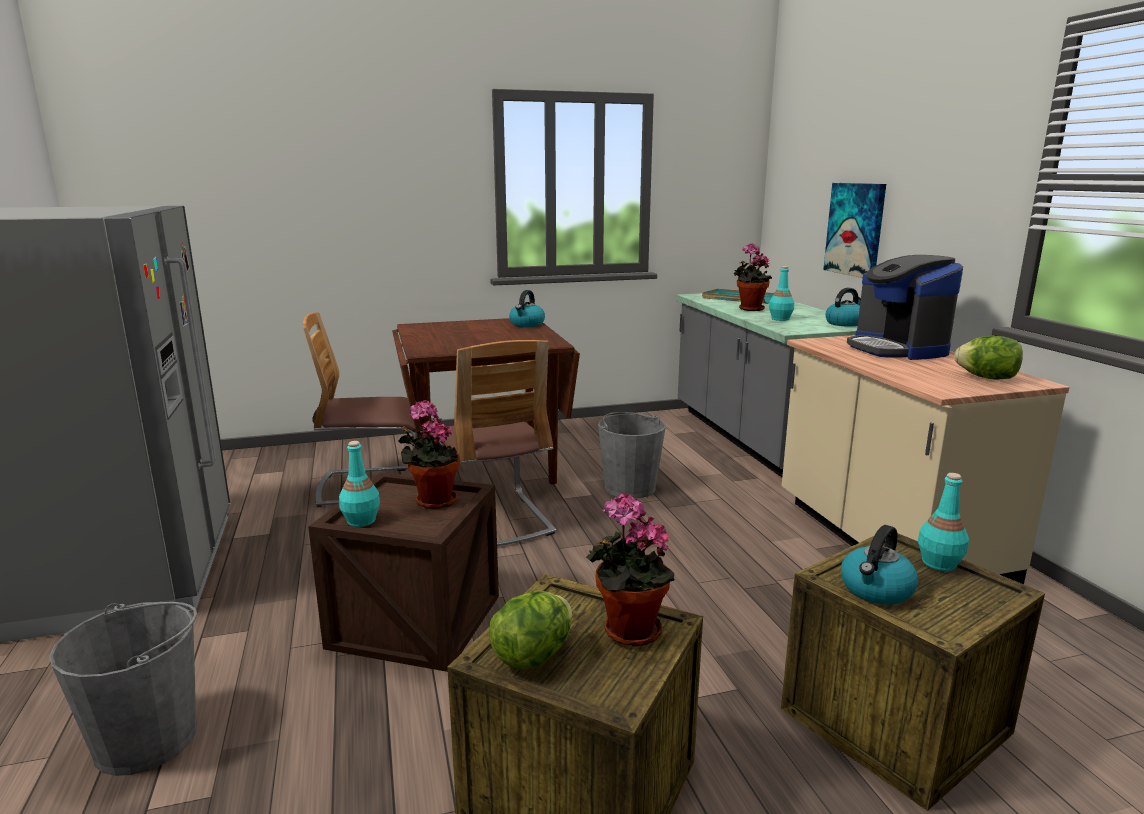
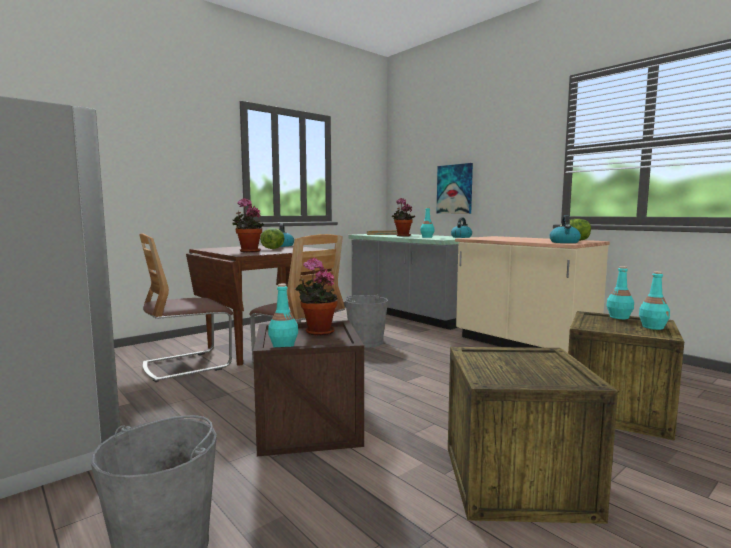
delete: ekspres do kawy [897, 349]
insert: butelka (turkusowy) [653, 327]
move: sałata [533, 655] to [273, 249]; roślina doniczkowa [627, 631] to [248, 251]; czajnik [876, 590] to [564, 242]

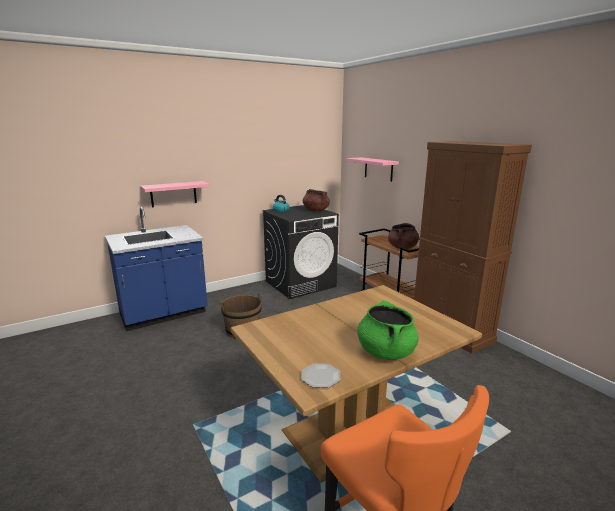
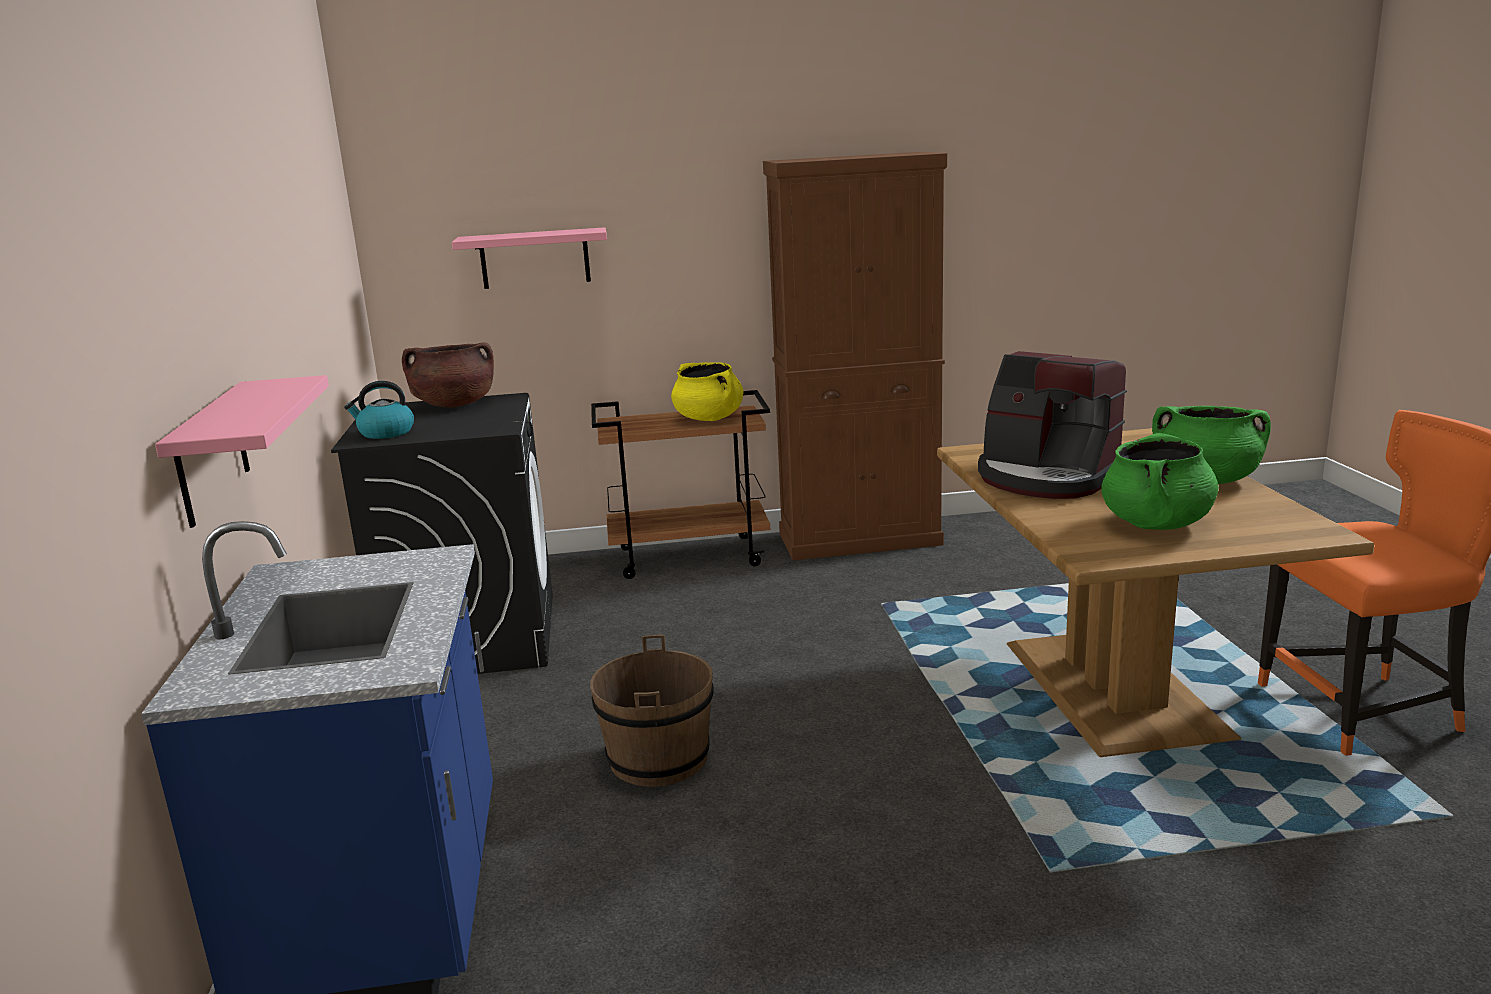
delete: talerz [320, 377]
insert: ekspres do kawy [1047, 477]; garnek (zielony) [1156, 524]
recolor: garnek (brązowy) [402, 247] to garnek (żółty) [709, 418]

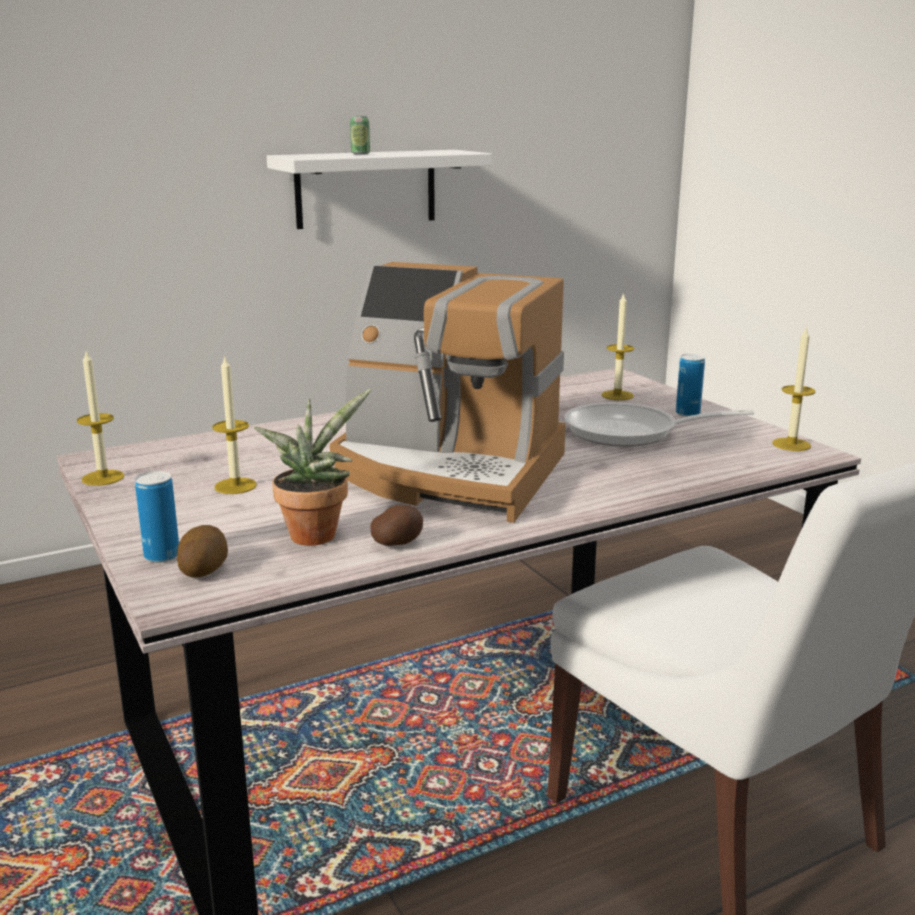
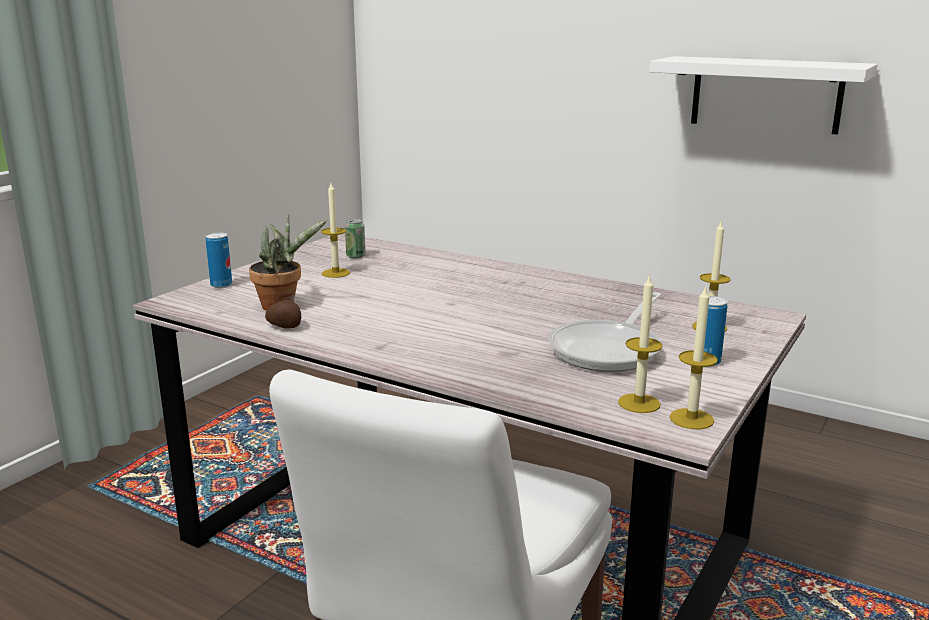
delete: ziemniak [203, 569]; ekspres do kawy [449, 472]
move: świeca [103, 478] to [639, 403]; puszka [360, 154] to [356, 256]
rotate: patelnia [631, 432] = [610, 349] 120 degrees counterclockwise

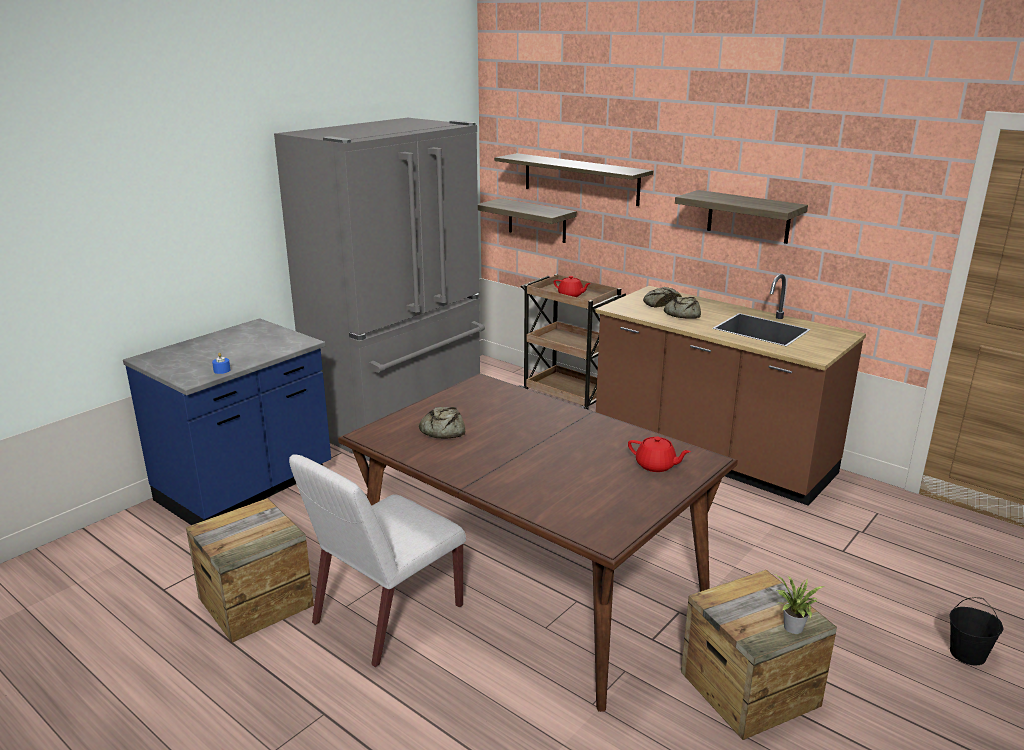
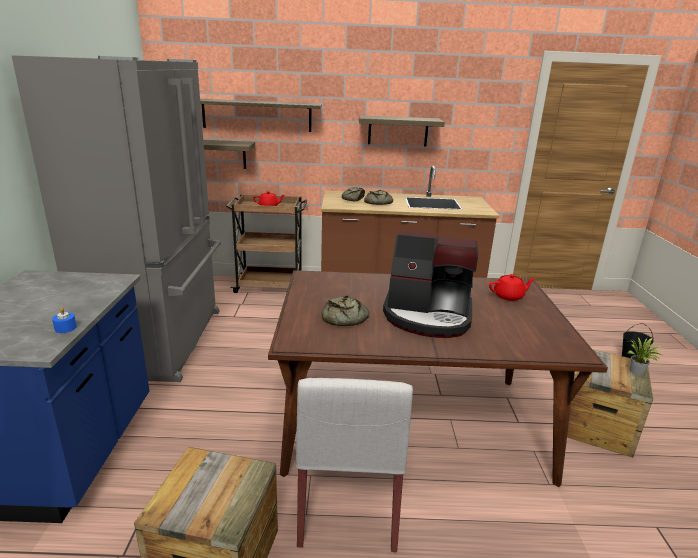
insert: ekspres do kawy [428, 316]

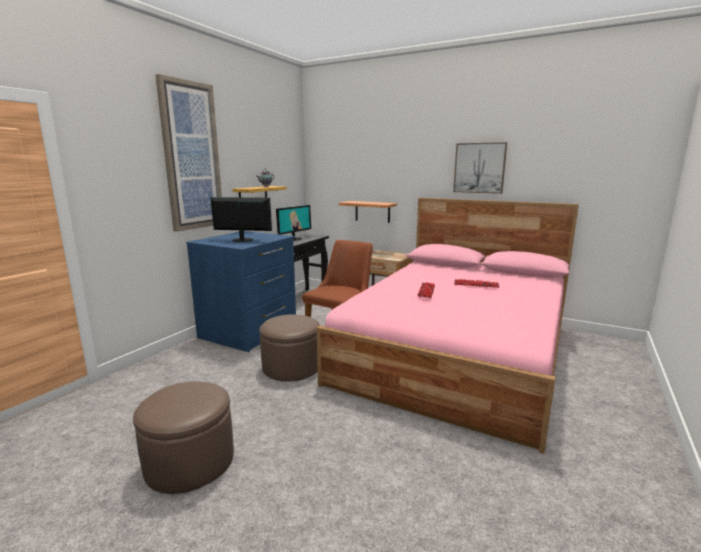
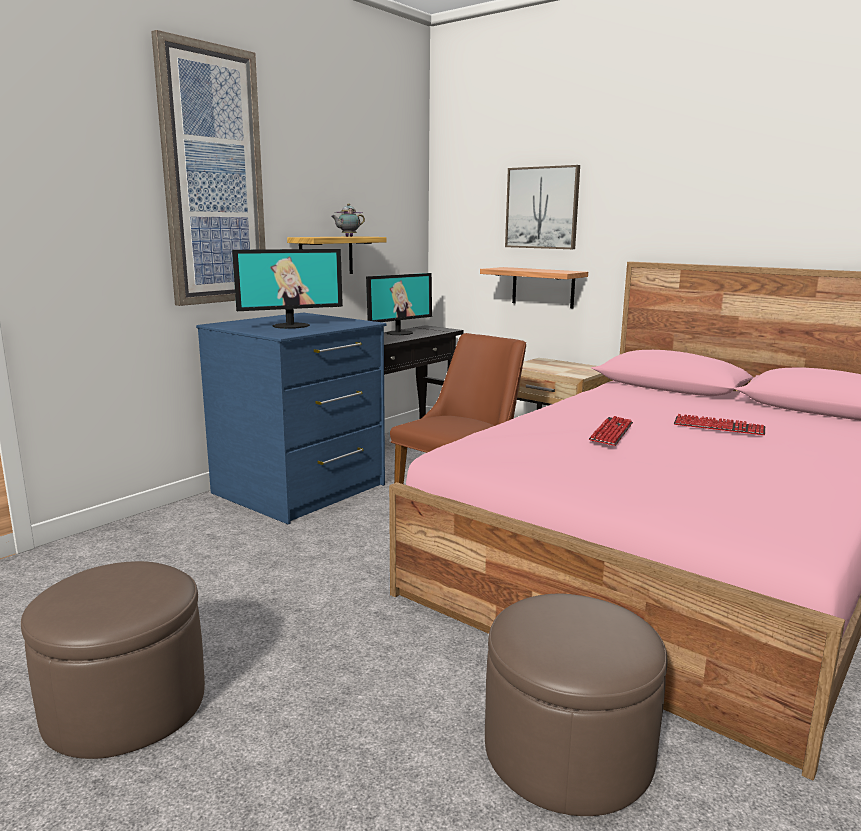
move: pufa (brązowy) [291, 367] to [568, 750]; obraz [479, 168] to [542, 208]
rotate: monitor [242, 240] = [291, 326] 135 degrees clockwise

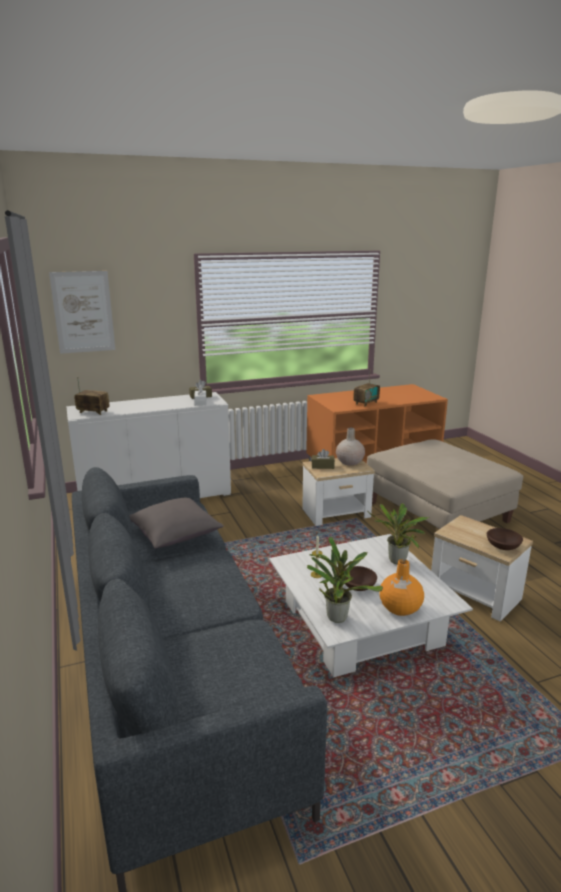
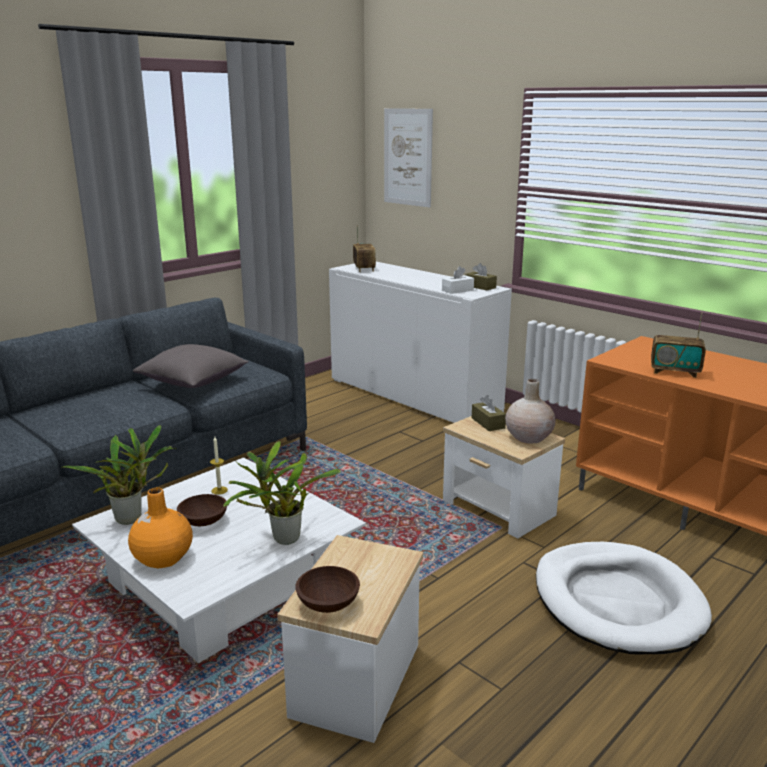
replace: pufa (beżowy) [436, 512] to legowisko (biały) [617, 602]

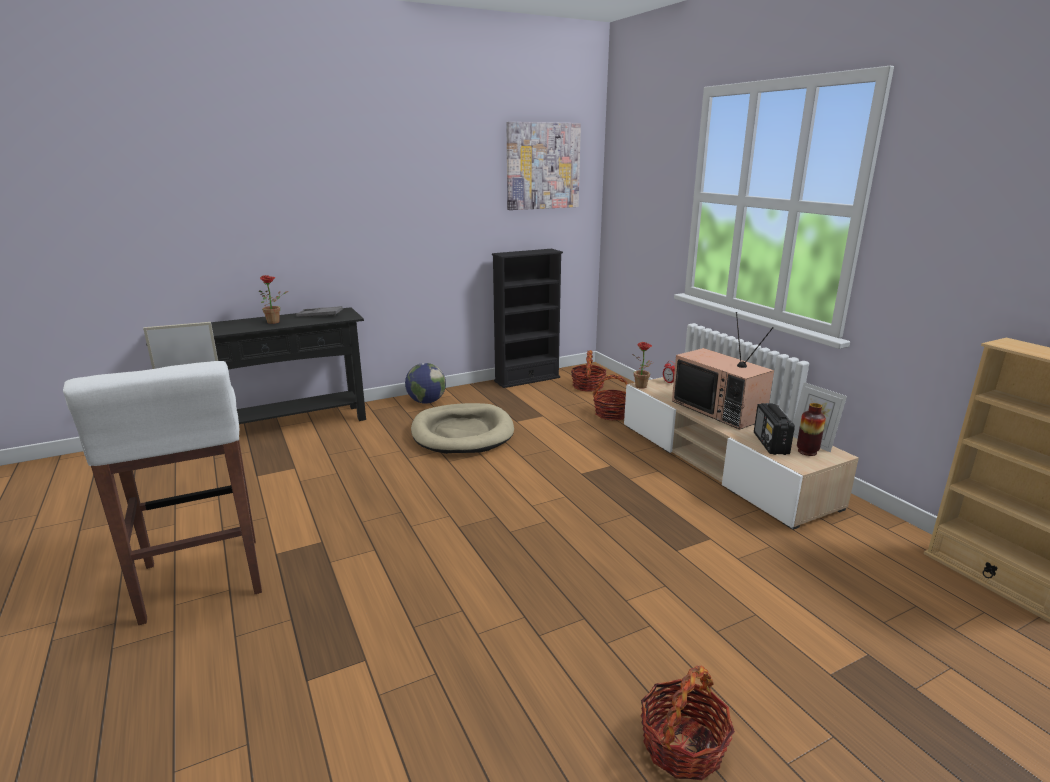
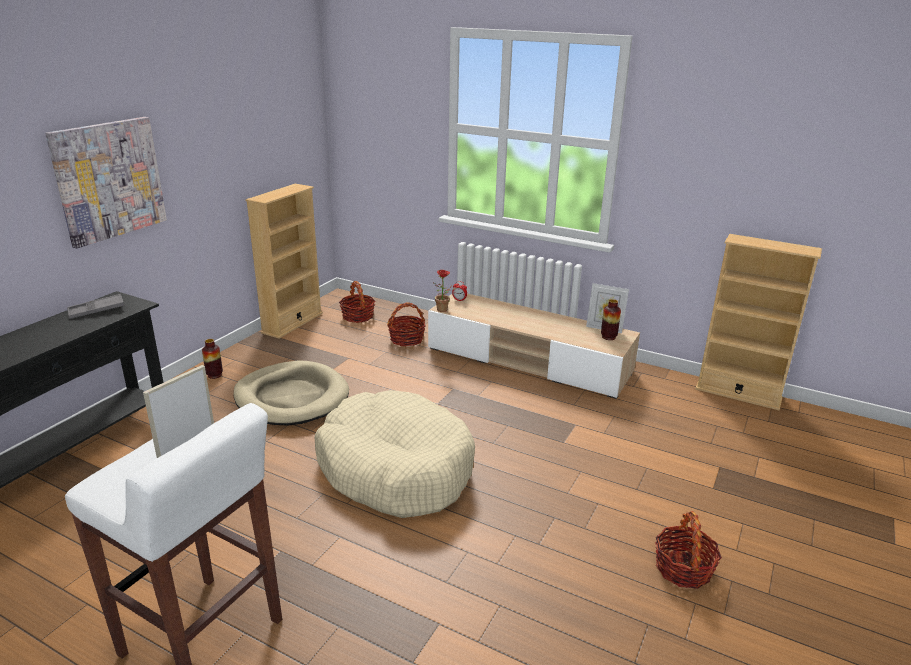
delete: roślina doniczkowa [276, 322]; telewizor [720, 410]; radio [770, 444]
insert: legowisko (beżowy) [395, 469]
move: obraz [542, 166] to [109, 180]
replace: globus [426, 402] to wazon [214, 375]
recolor: regał (czarny) [527, 379] to regał (beżowy) [292, 323]

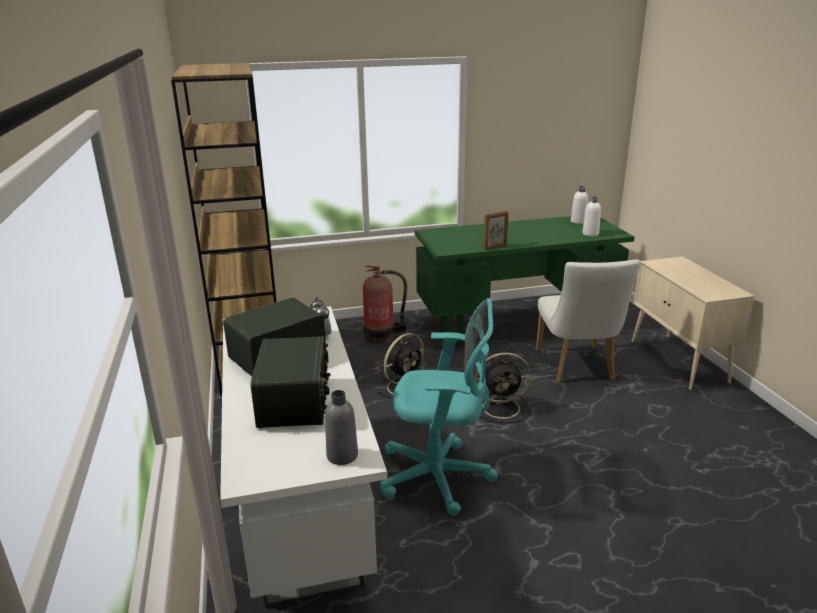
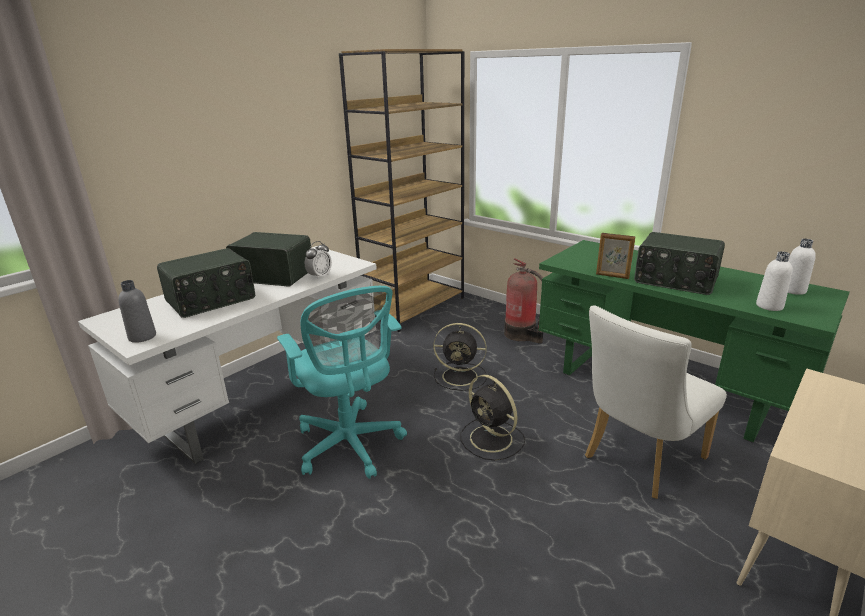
insert: radio [675, 281]

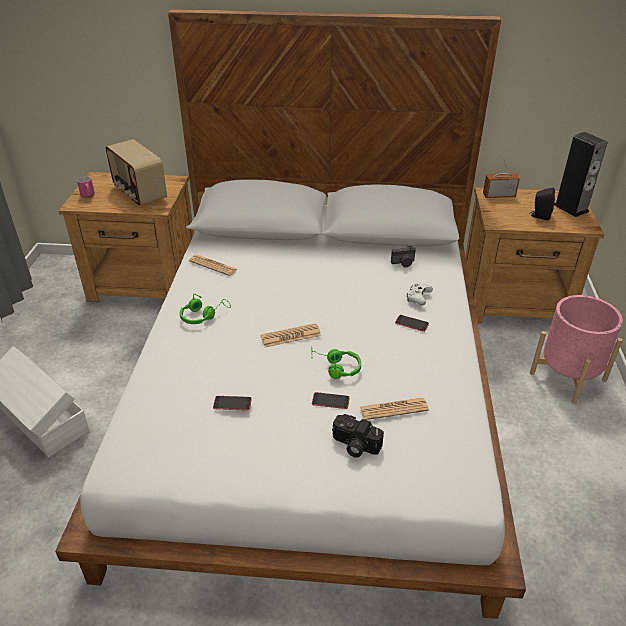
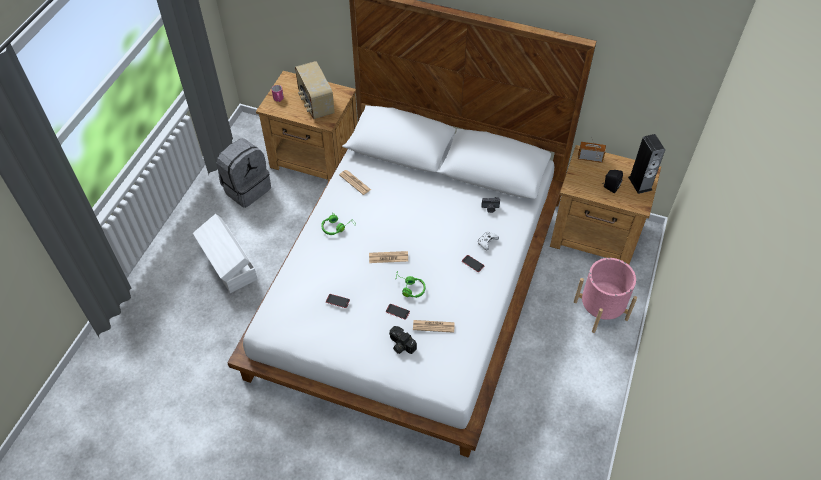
insert: plecak (szary) [246, 188]

